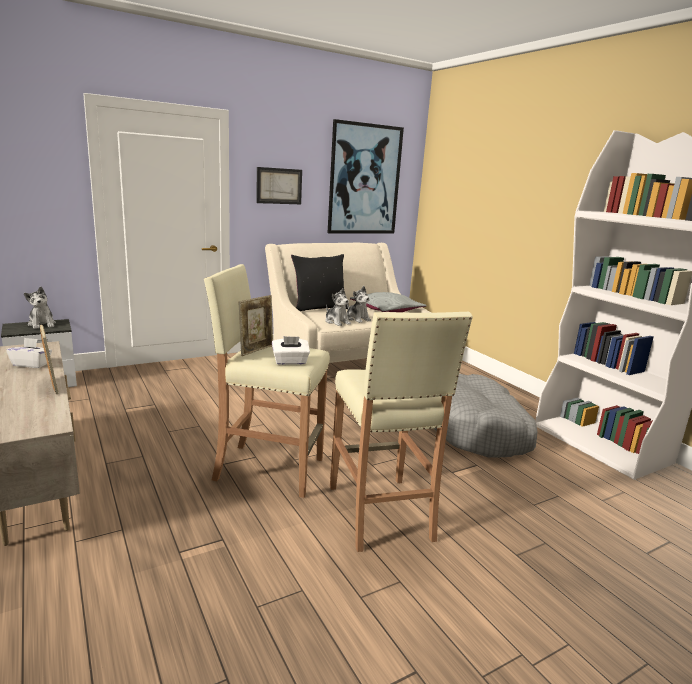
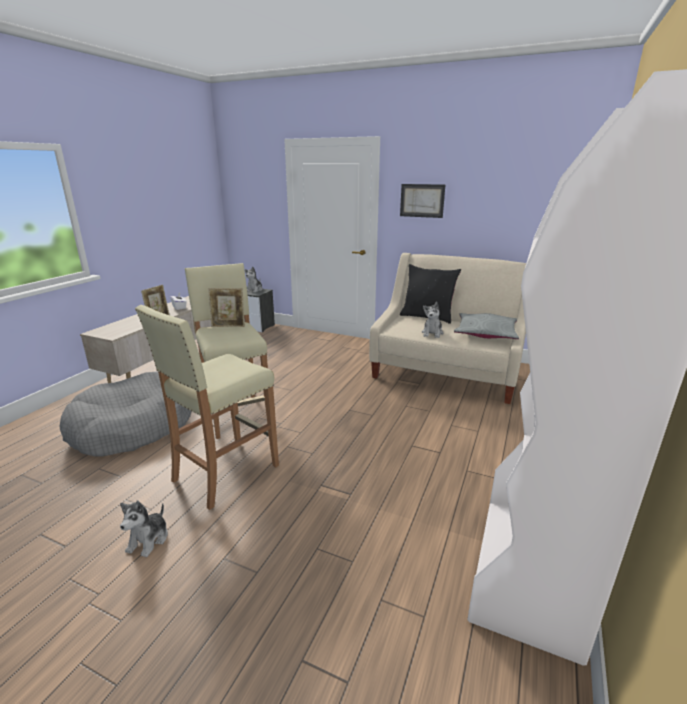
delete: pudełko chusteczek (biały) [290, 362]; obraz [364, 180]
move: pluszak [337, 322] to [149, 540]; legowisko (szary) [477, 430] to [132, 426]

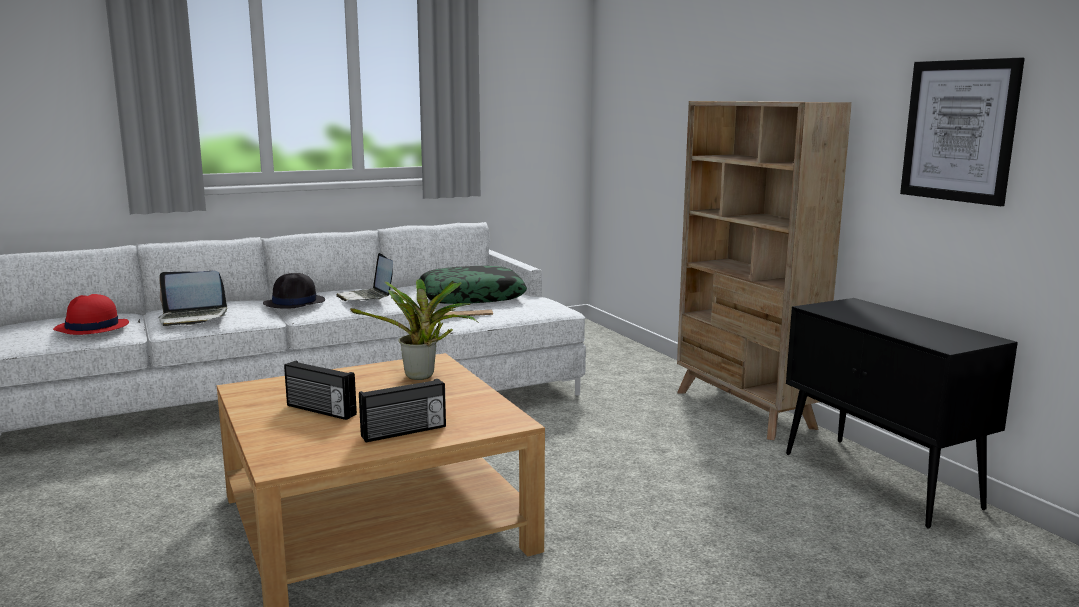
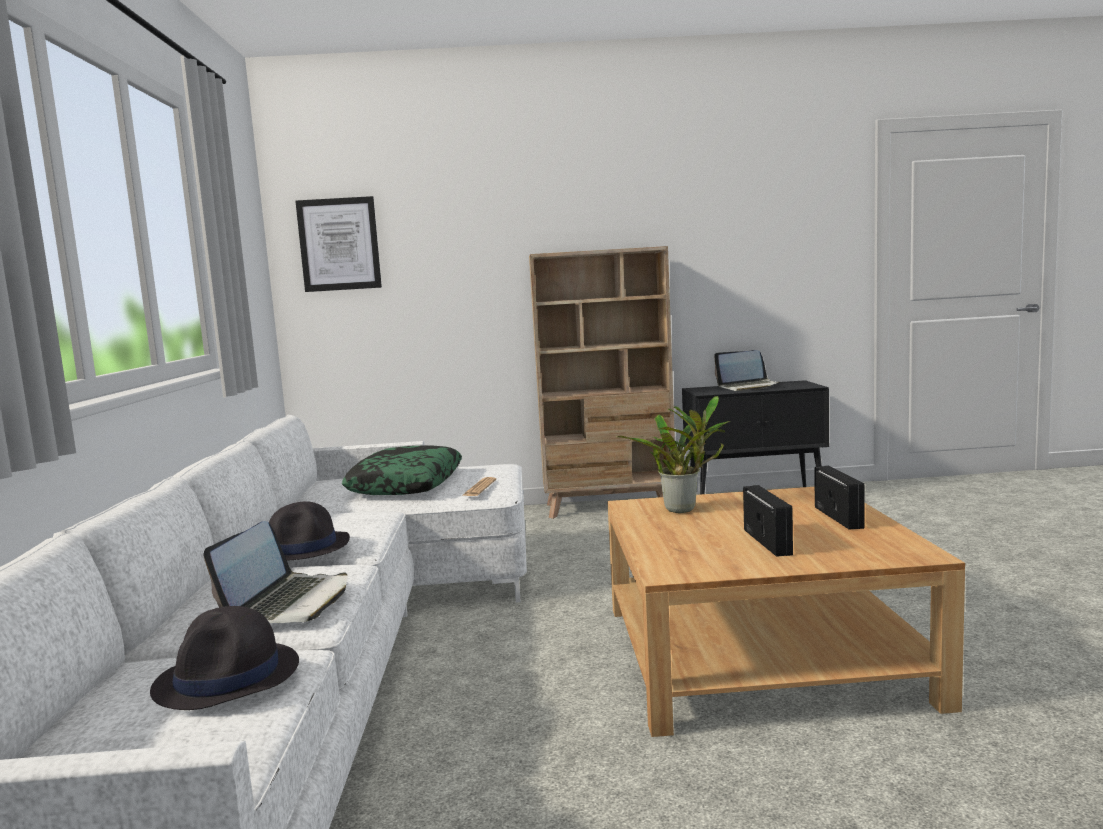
move: laptop [366, 297] to [748, 387]; obraz [959, 131] to [339, 244]
recolor: kapelusz (czerwony) [91, 327] to kapelusz (czarny) [228, 678]
rotate: radio [320, 410] = [769, 542] 60 degrees counterclockwise

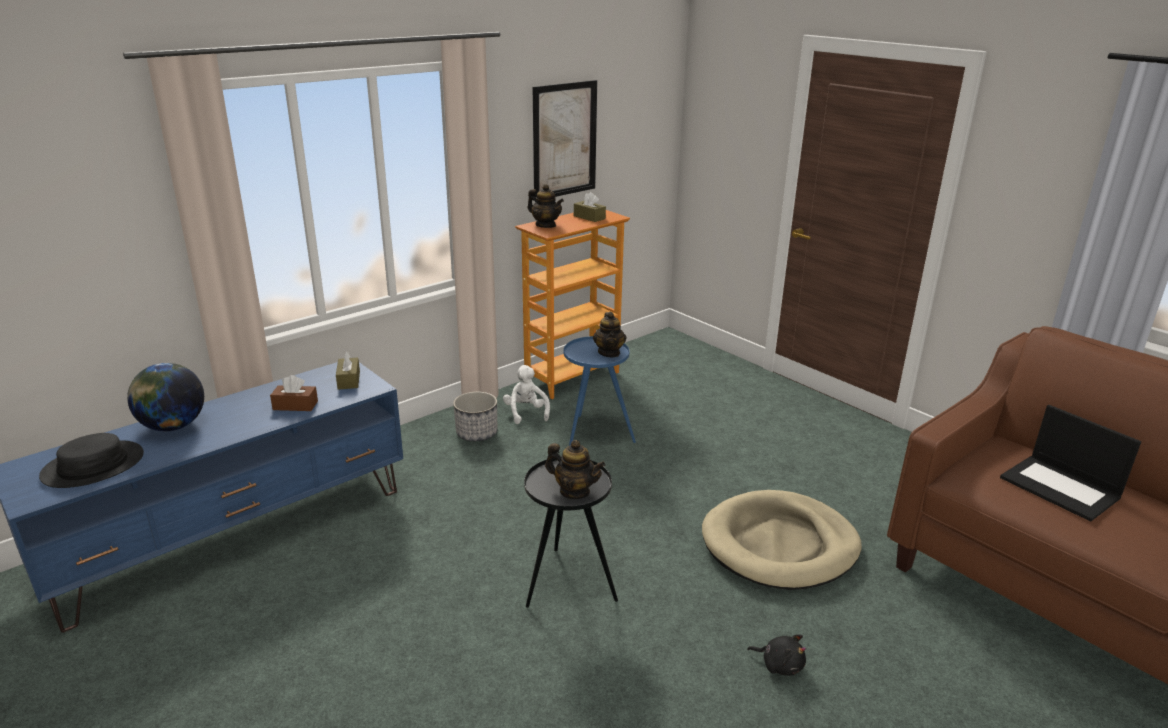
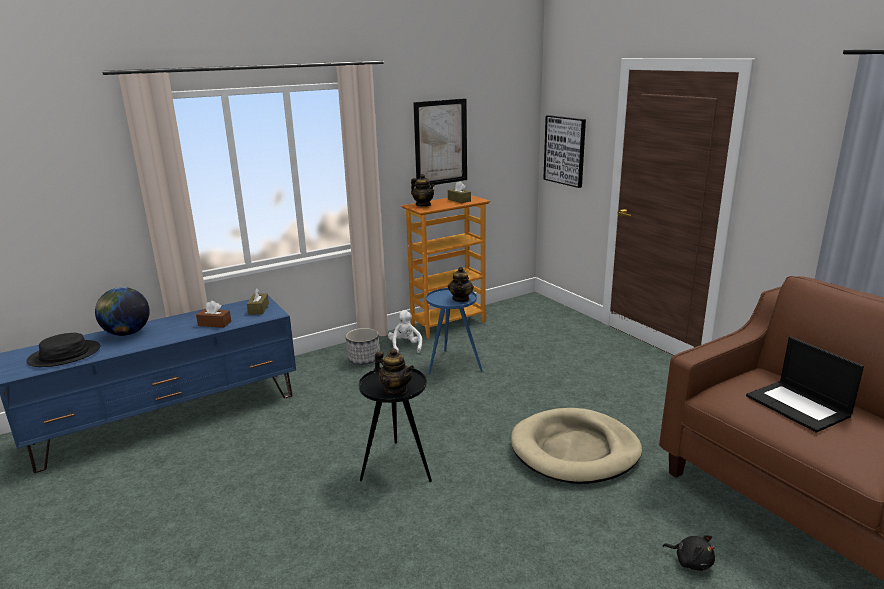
insert: obraz [565, 150]
move: pluszak (czarny) [779, 664] to [691, 561]

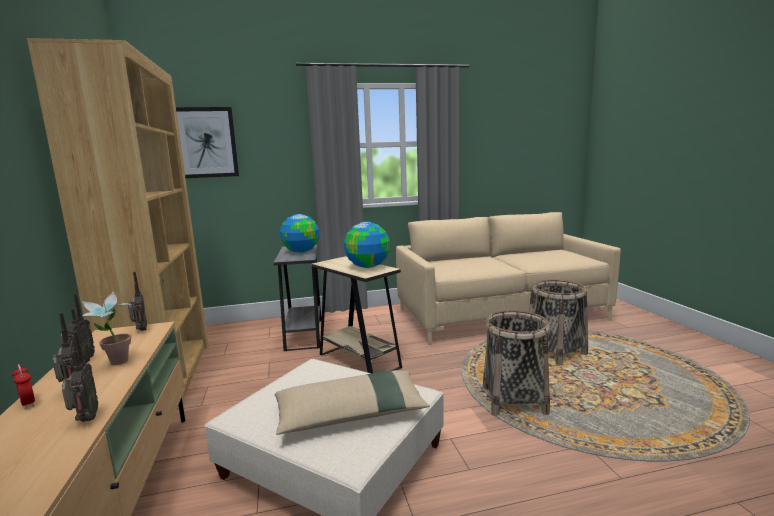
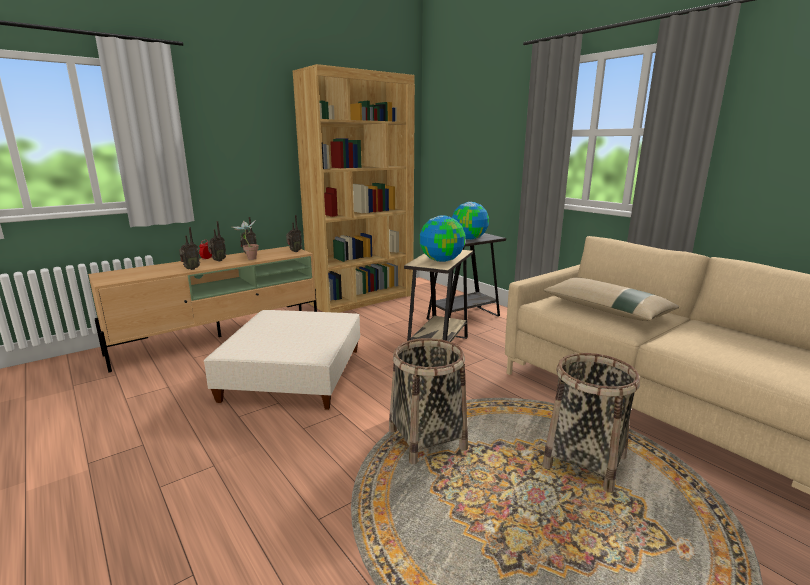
delete: obraz [206, 143]
move: poduszka (beżowy) [351, 414] to [605, 309]

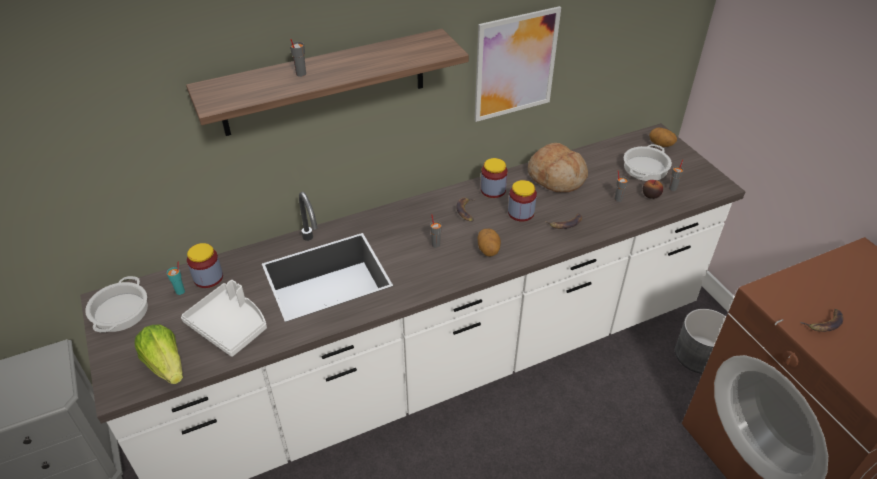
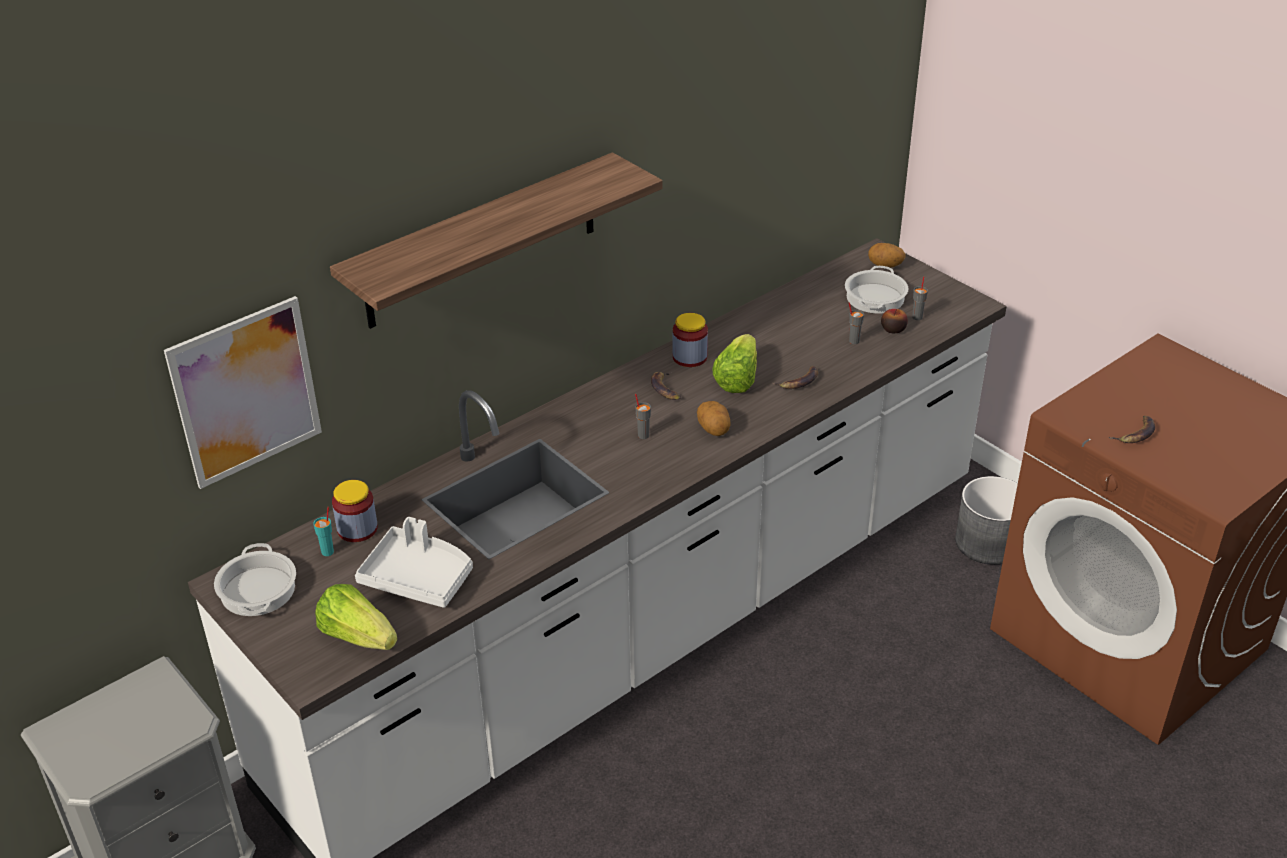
delete: filiżanka (szary) [300, 74]; chleb [556, 177]
move: obraz [515, 65] to [246, 392]
replace: słoik [521, 213] to sałata [737, 379]

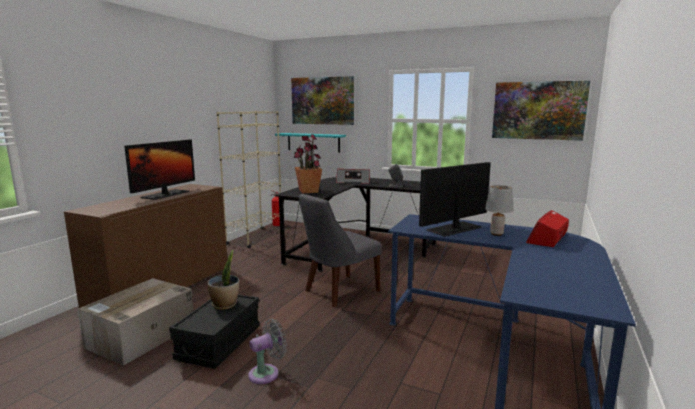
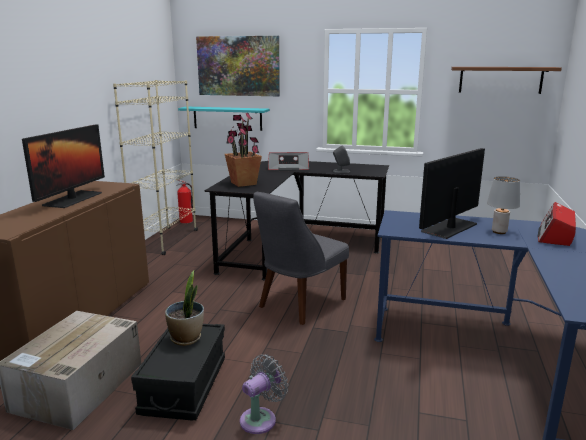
replace: obraz [538, 110] to półka (brązowy) [500, 80]

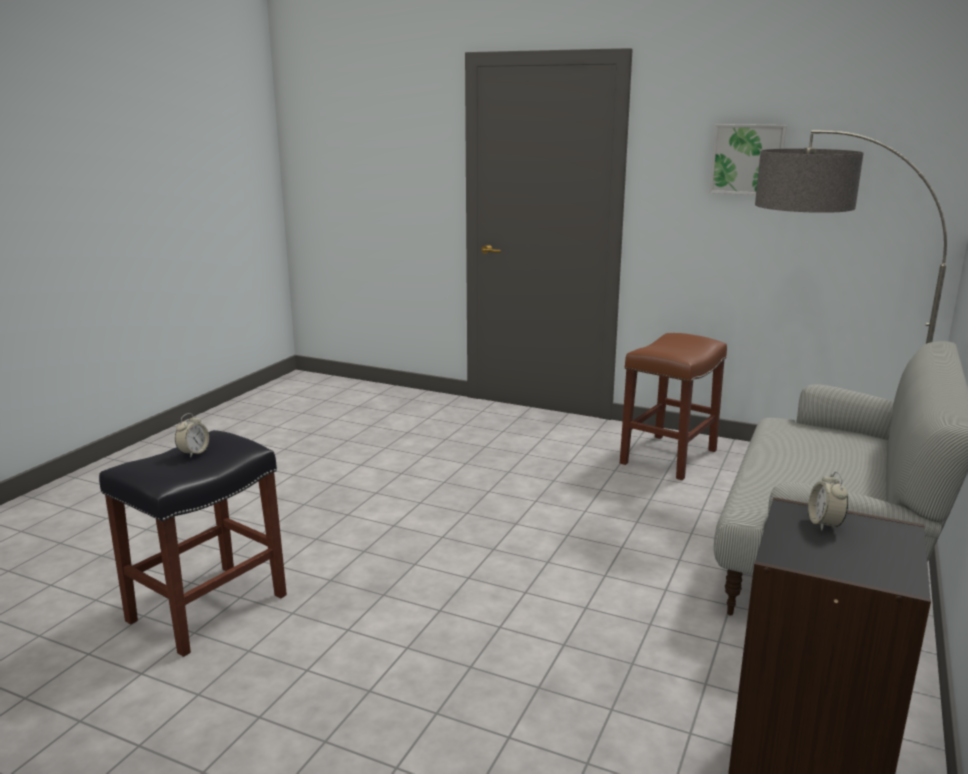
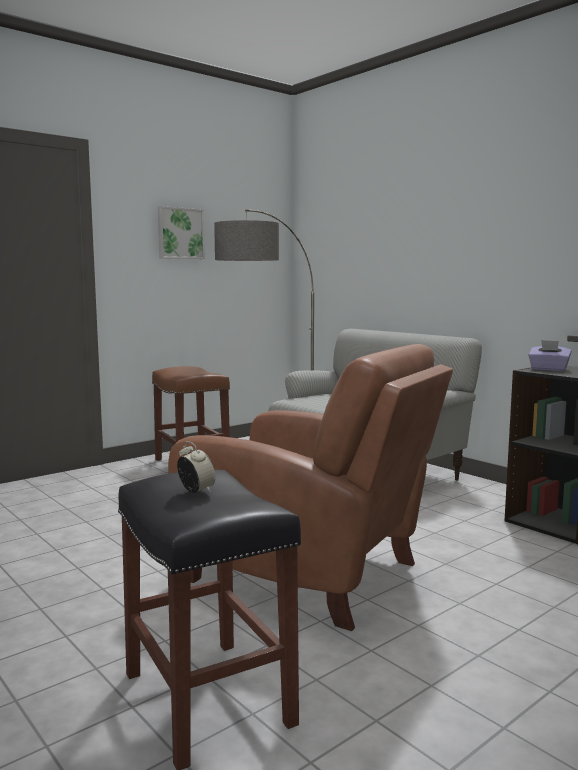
insert: fotel (brązowy) [309, 574]
replace: budzik [824, 524] to pudełko chusteczek (fioletowy) [548, 369]

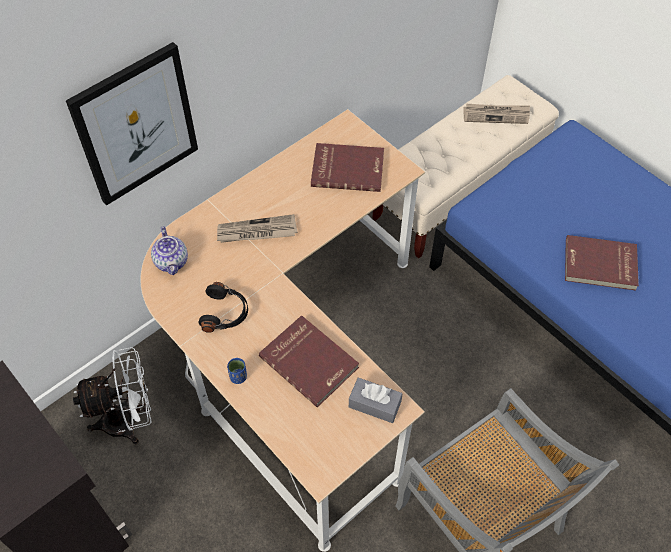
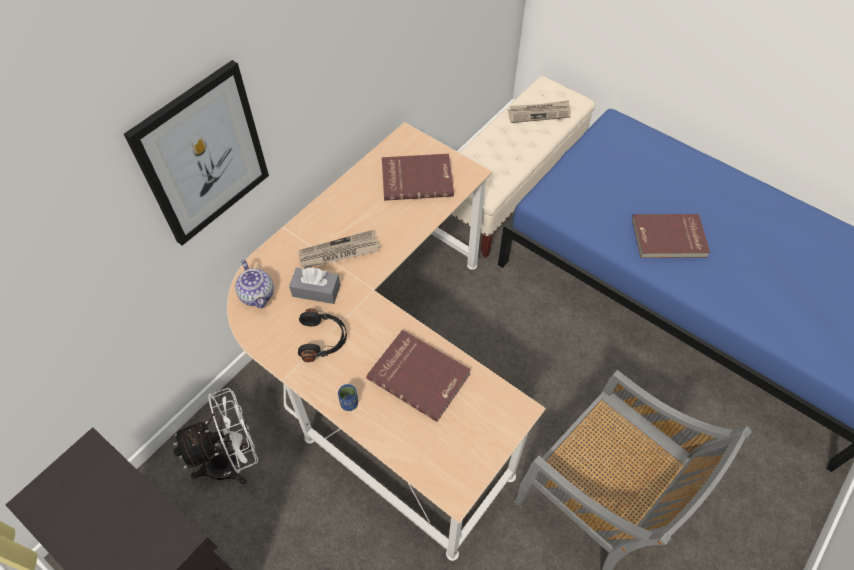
move: pudełko chusteczek (szary) [374, 404] to [316, 291]

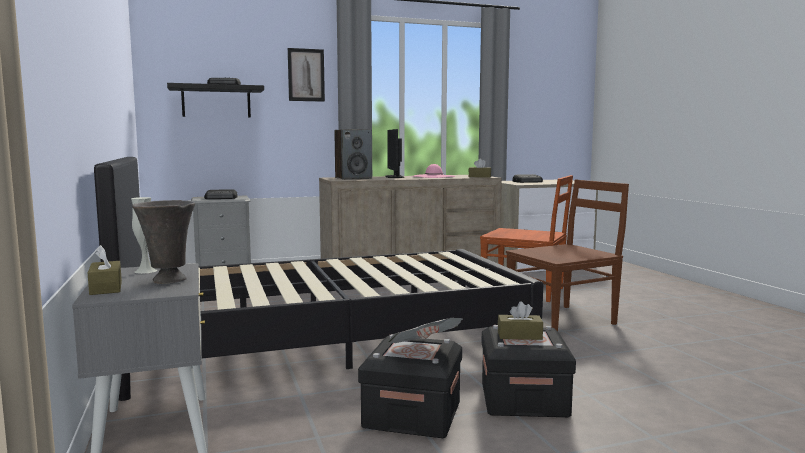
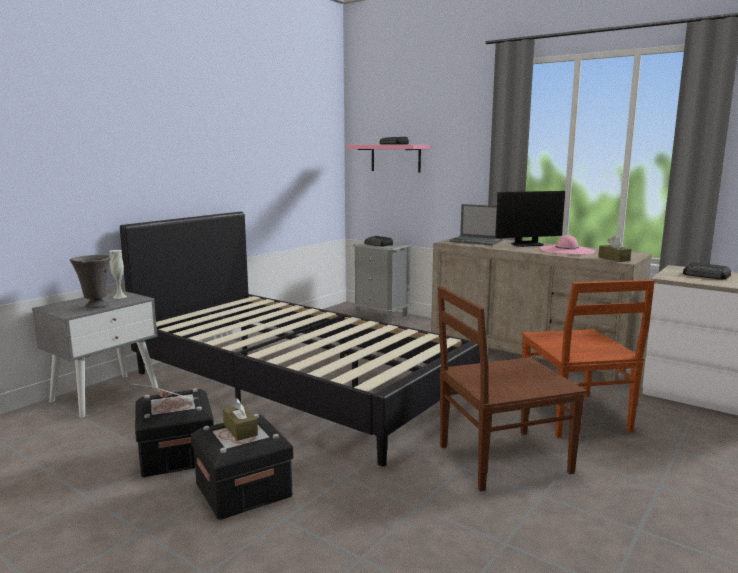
delete: pudełko chusteczek (brązowy) [106, 288]; obraz [306, 75]
replace: głośnik [353, 178] to laptop [476, 241]
recolor: półka (czarny) [216, 102] to półka (różowy) [395, 158]
rotate: monitor [394, 177] = [527, 244] 150 degrees counterclockwise; krzesło (brązowy) [563, 320] = [500, 459] 135 degrees clockwise

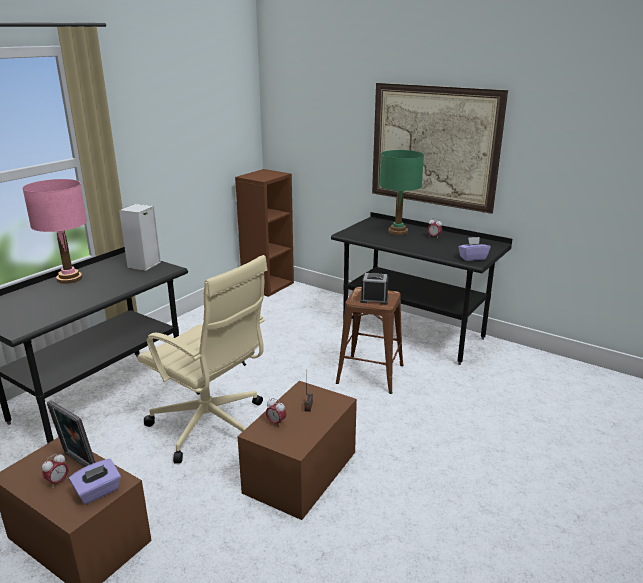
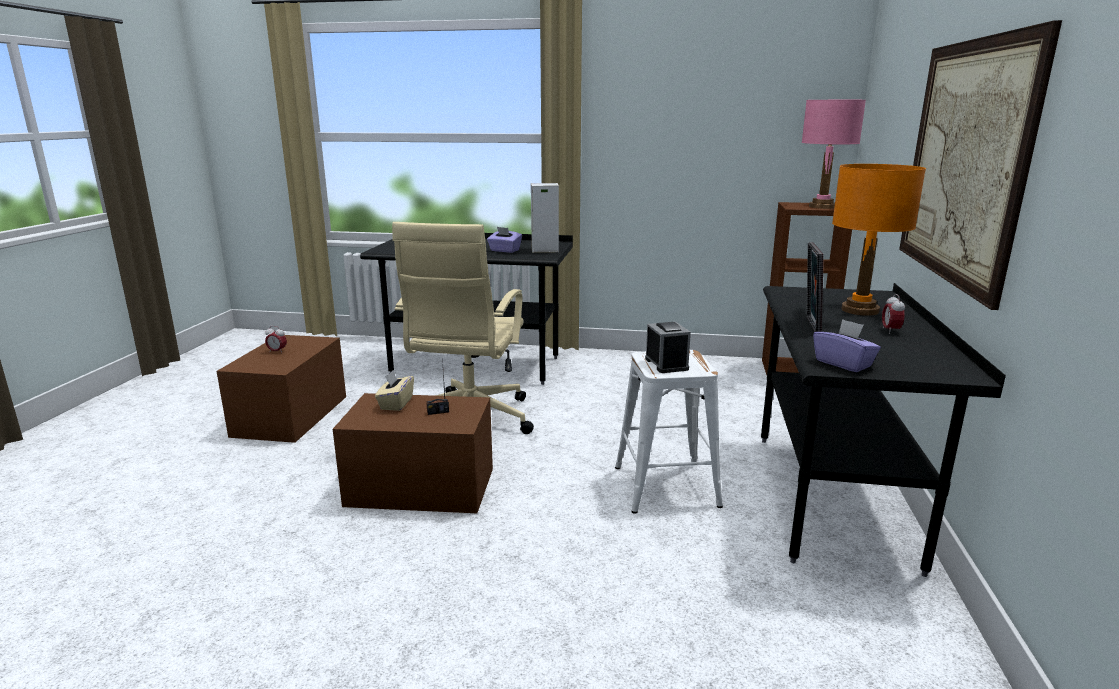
move: lampa stołowa (różowy) [70, 279] to [822, 207]; ramka na zdjęcie [78, 463] to [809, 325]; pudełko chusteczek (fioletowy) [98, 492] to [504, 250]
replace: budzik [276, 423] to pudełko chusteczek (beżowy) [396, 403]
recolor: stołek (brązowy) [370, 374] to stołek (biały) [664, 486]; lampa stołowa (zielony) [398, 232] to lampa stołowa (pomarańczowy) [860, 310]

